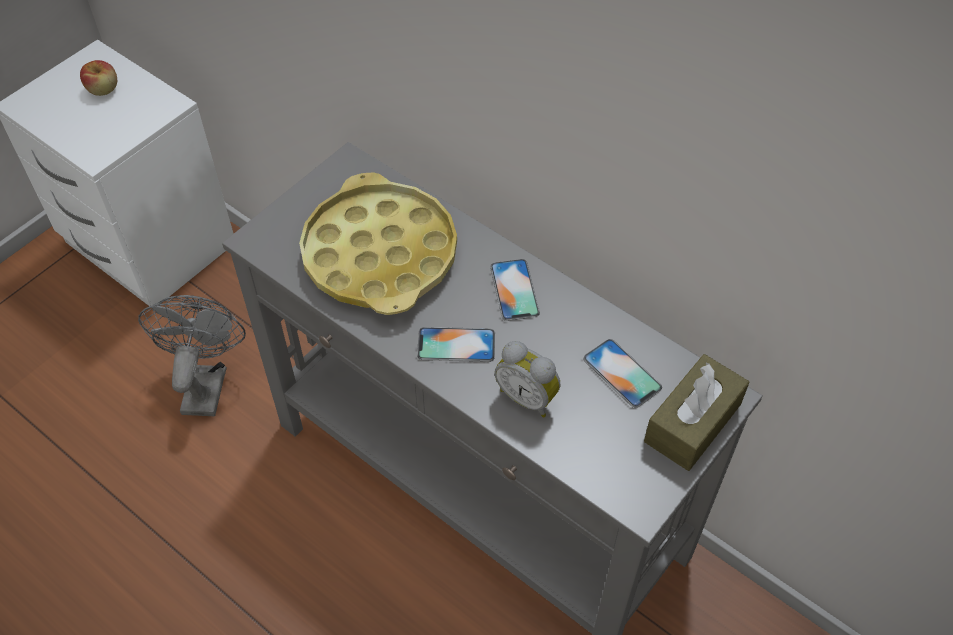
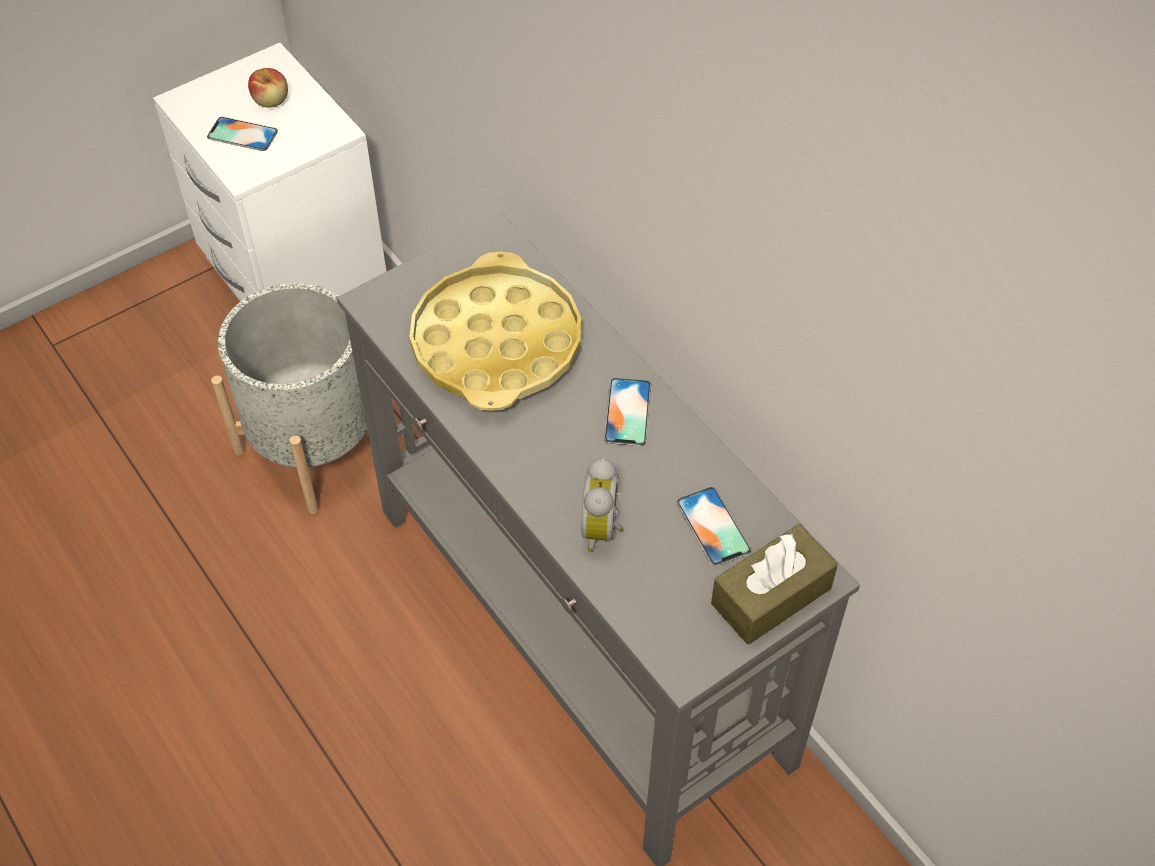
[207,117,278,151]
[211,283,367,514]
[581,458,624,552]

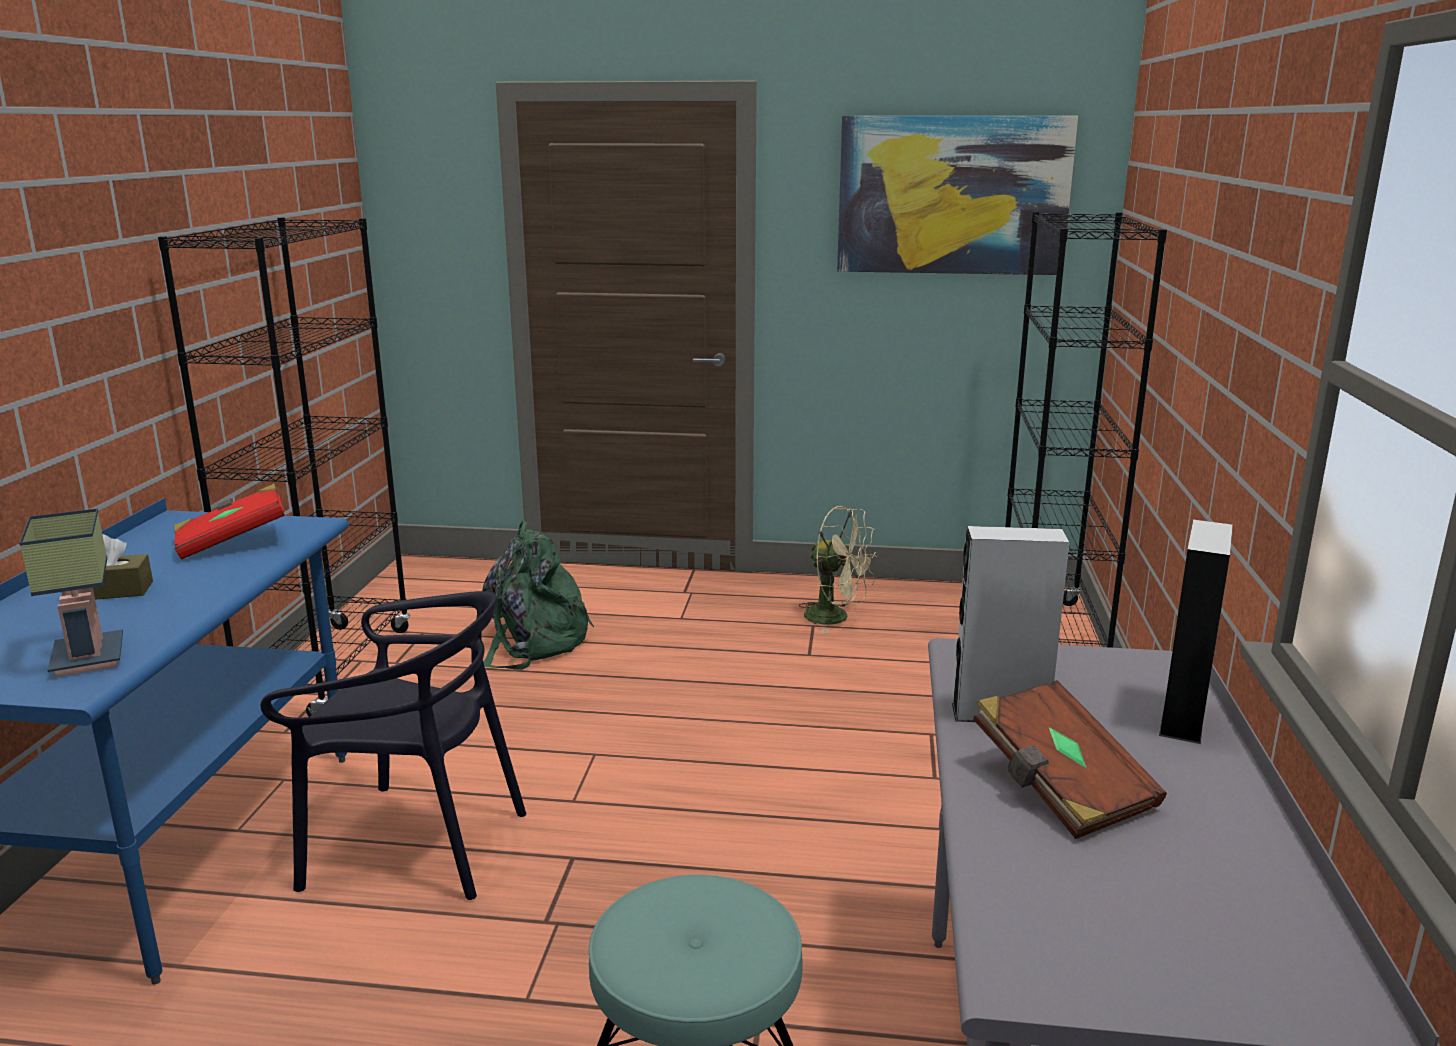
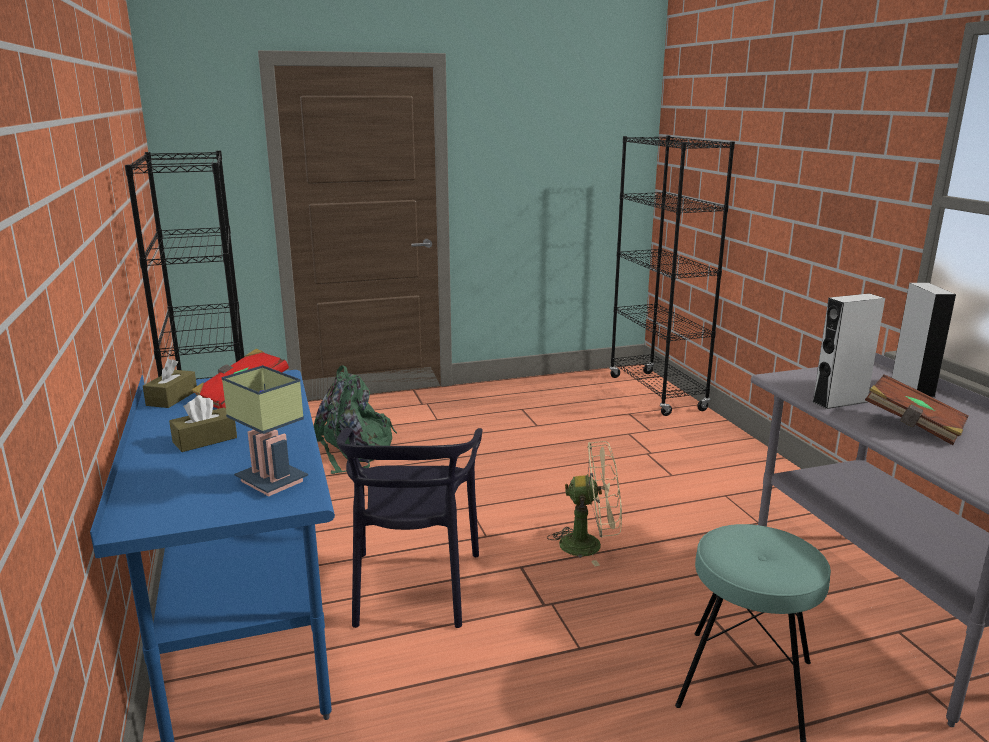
[143,359,197,408]
[337,428,482,628]
[547,441,622,567]
[837,116,1078,275] (first image)

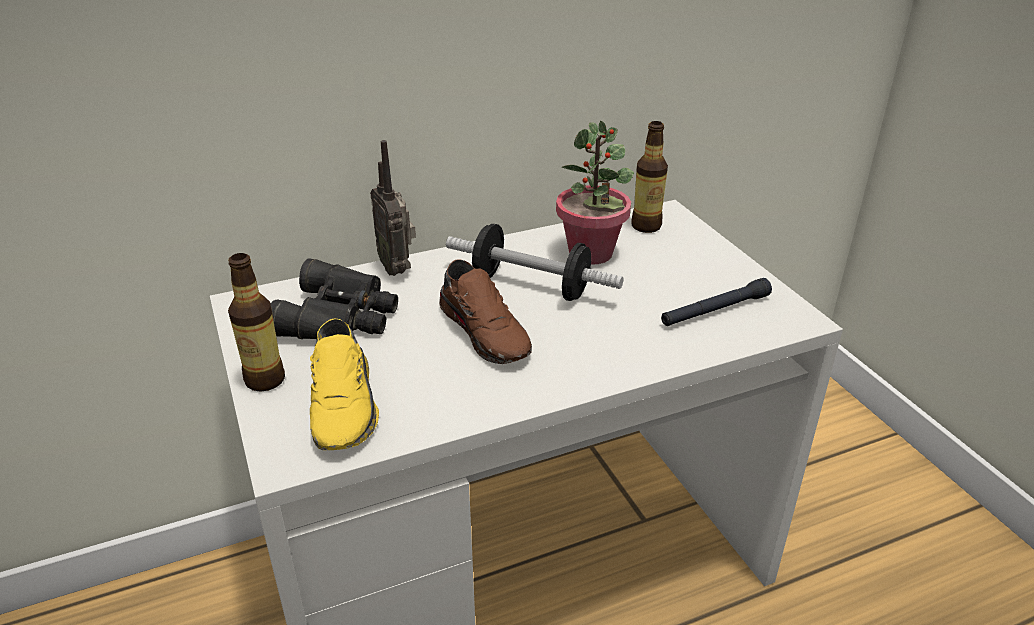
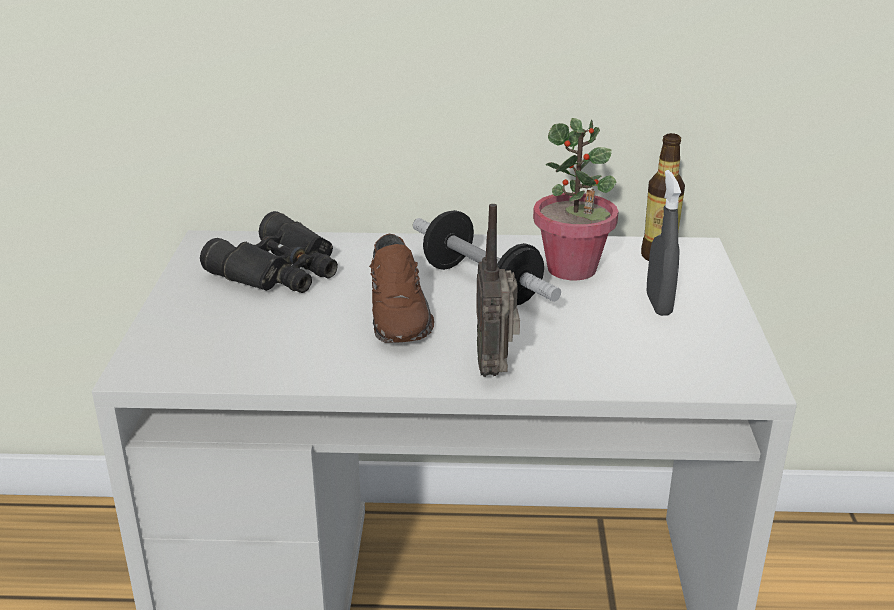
[476,204,520,377]
[647,170,681,316]
[228,253,285,392] (first image)
[310,318,379,450] (first image)
[661,278,772,326] (first image)

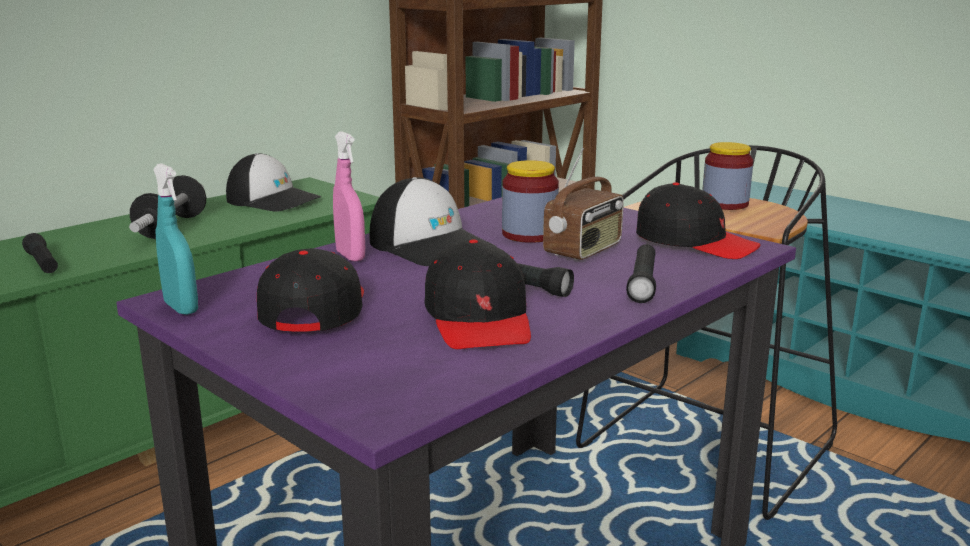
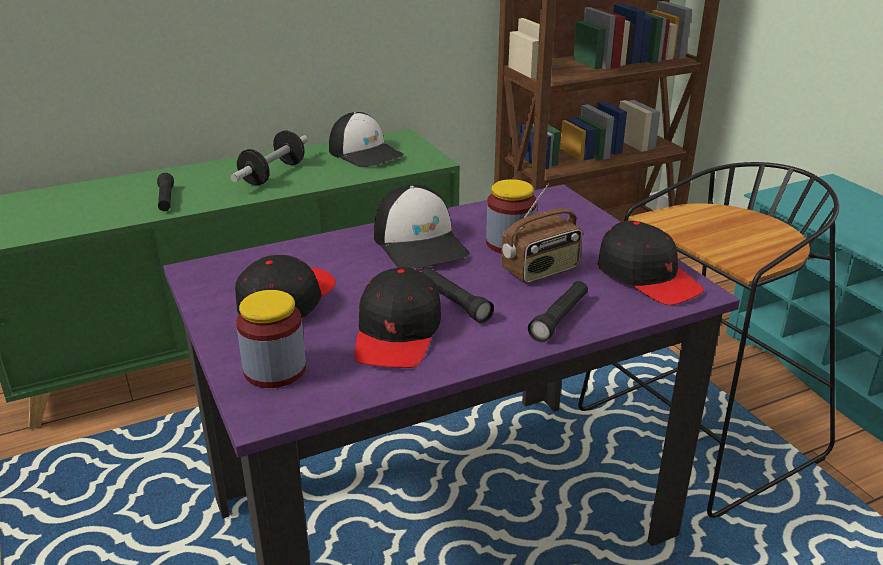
[236,290,306,388]
[153,163,198,315] (first image)
[333,131,365,261] (first image)

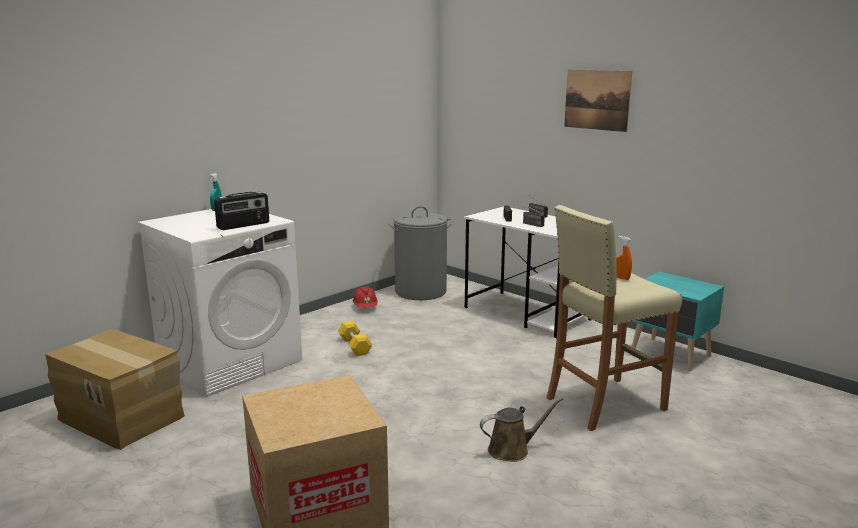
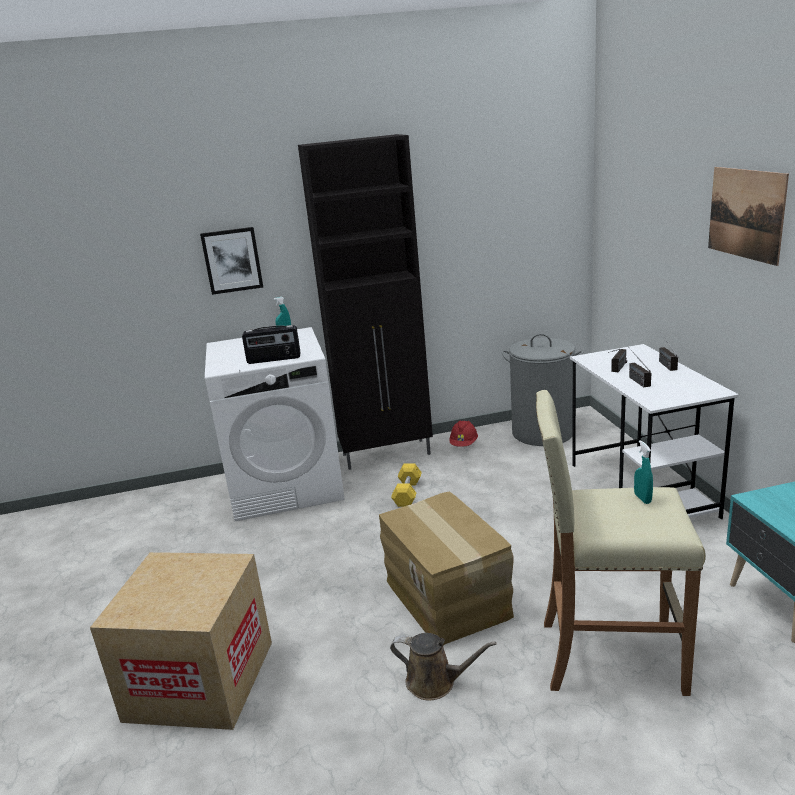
[200,227,263,295]
[298,134,433,470]
[379,491,514,645]
[634,440,653,504]

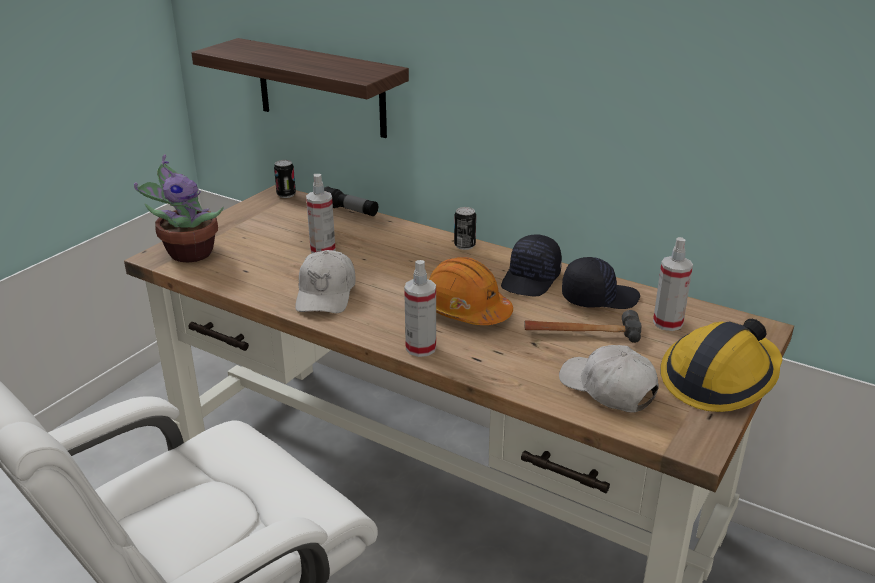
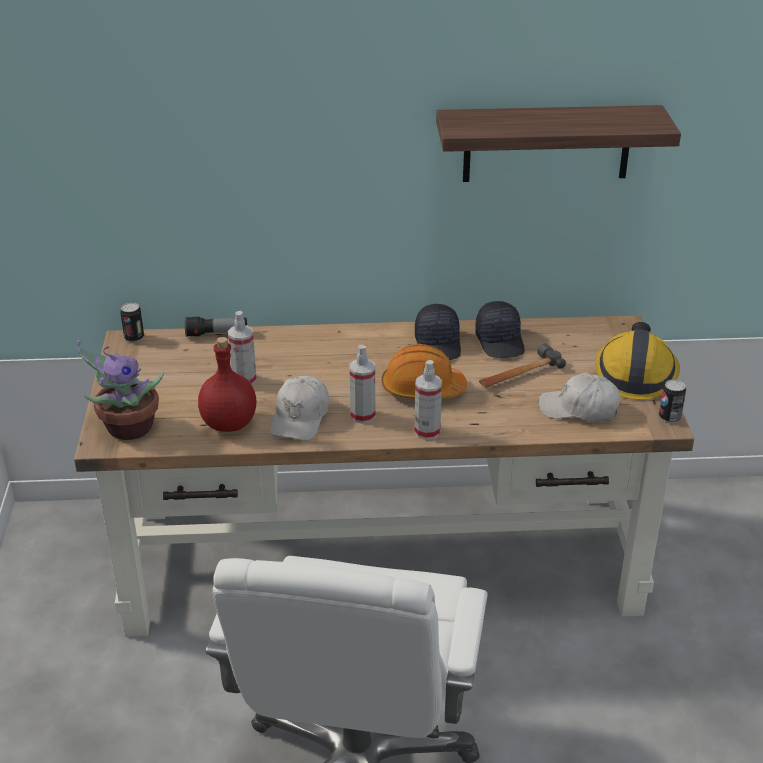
[198,337,256,432]
[269,376,329,441]
[349,345,375,424]
[436,105,681,182]
[475,301,524,358]
[659,380,686,423]

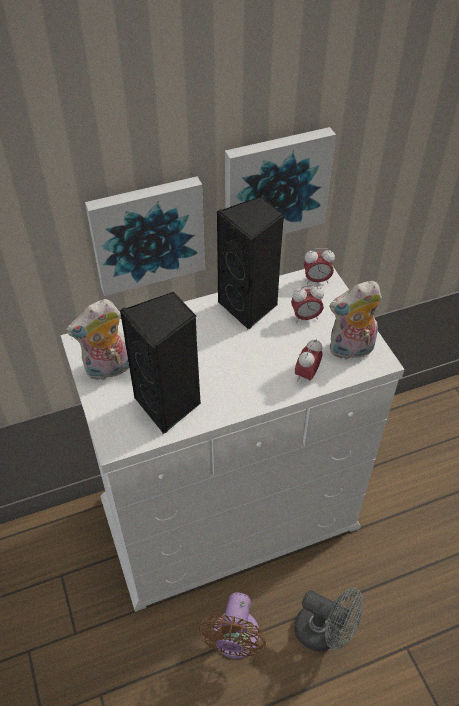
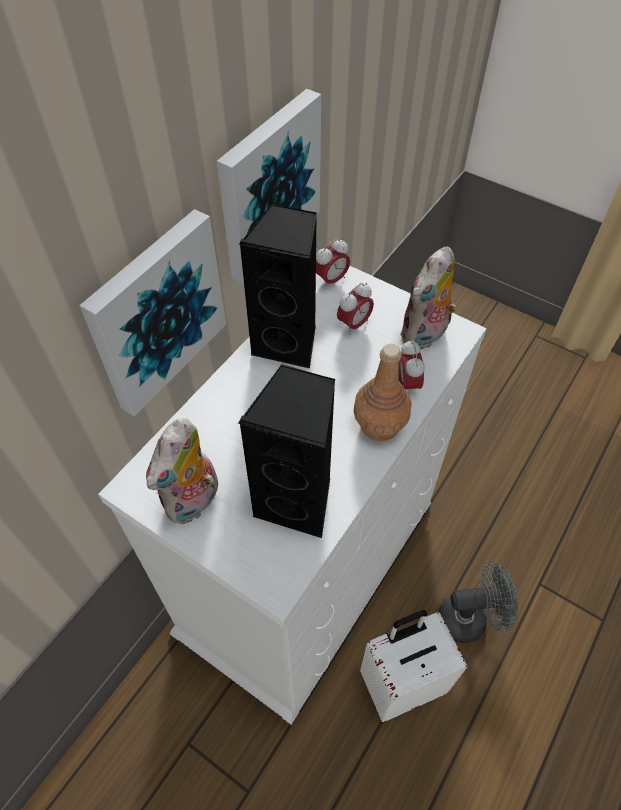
[354,344,412,441]
[360,610,468,722]

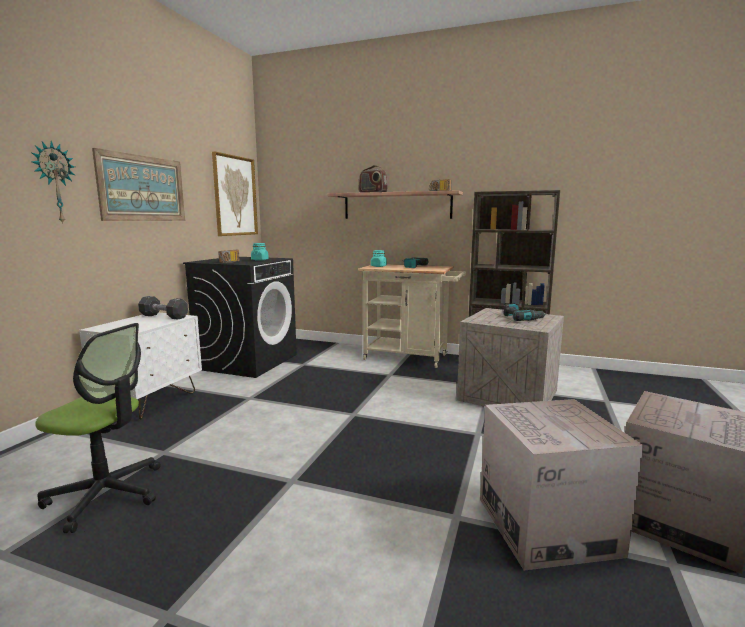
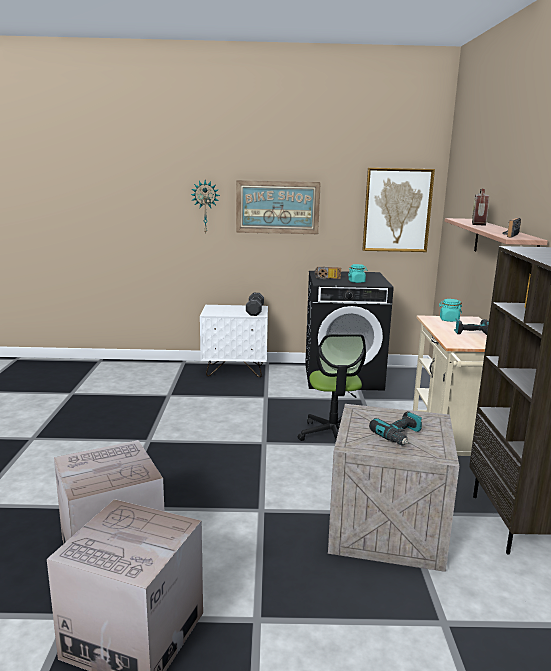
[297,334,366,441]

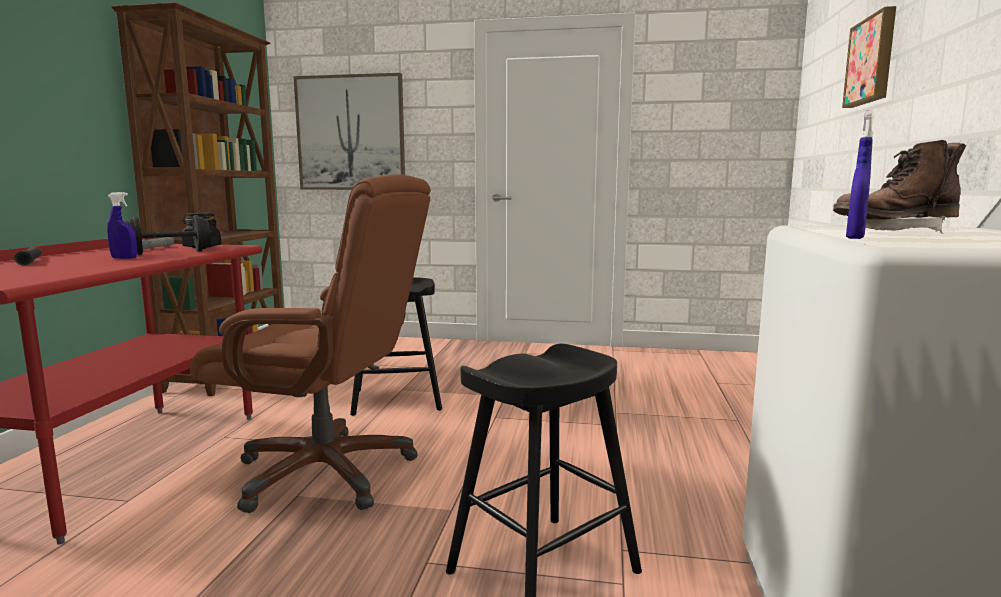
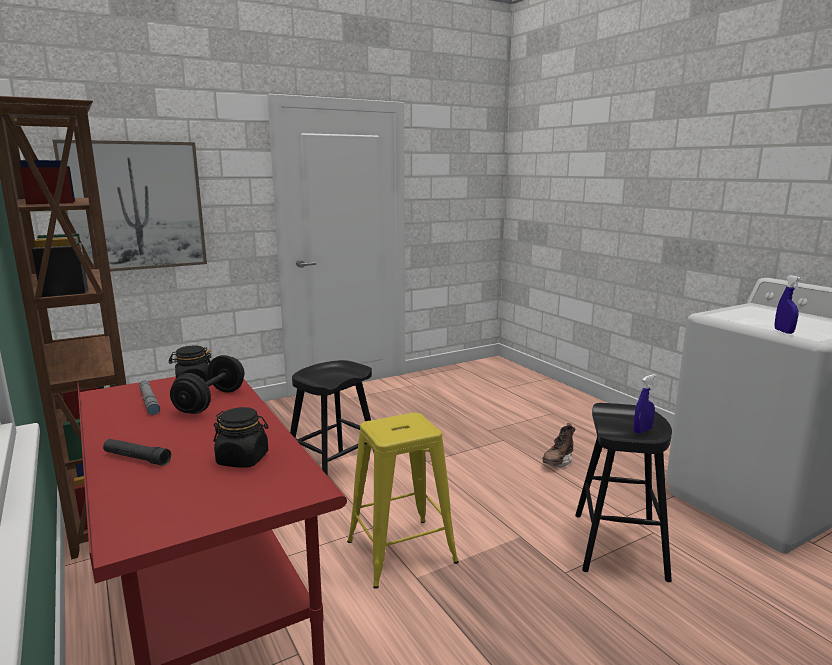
[214,407,268,468]
[347,413,459,589]
[542,423,575,467]
[634,374,656,434]
[842,6,896,108] (first image)

